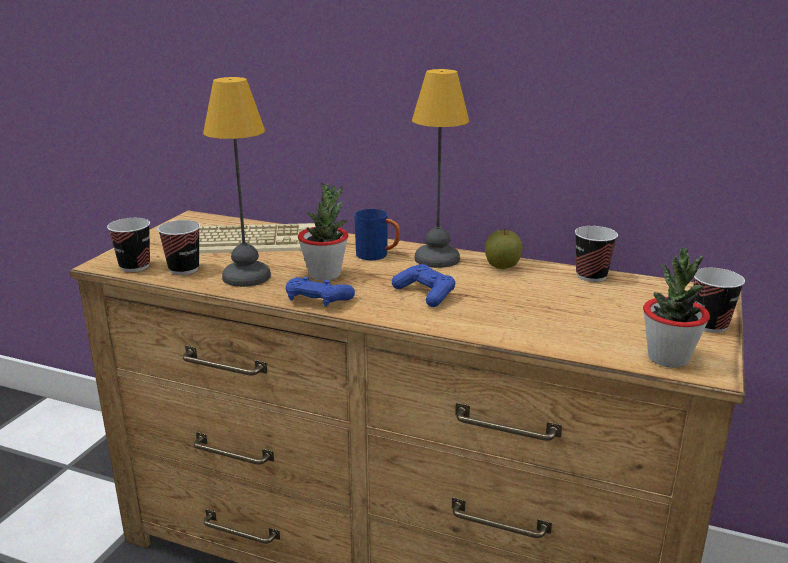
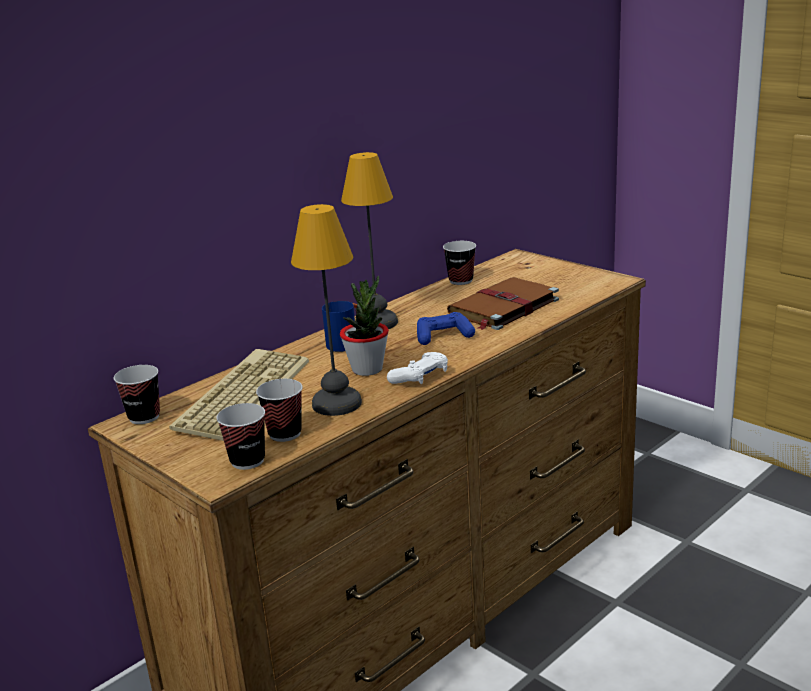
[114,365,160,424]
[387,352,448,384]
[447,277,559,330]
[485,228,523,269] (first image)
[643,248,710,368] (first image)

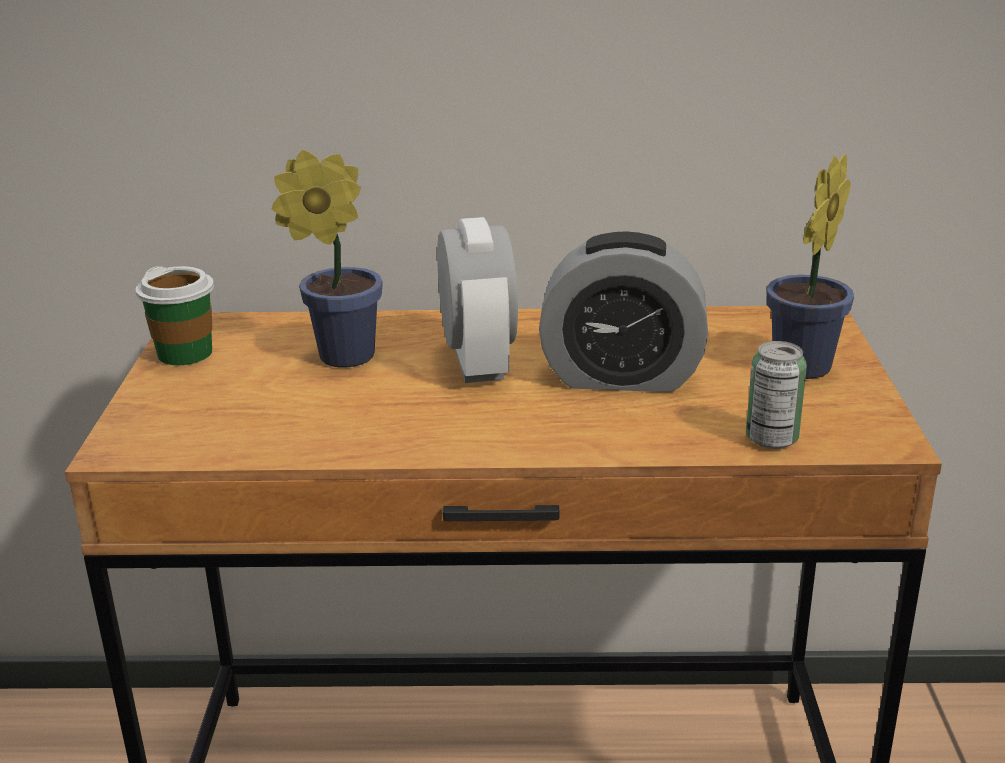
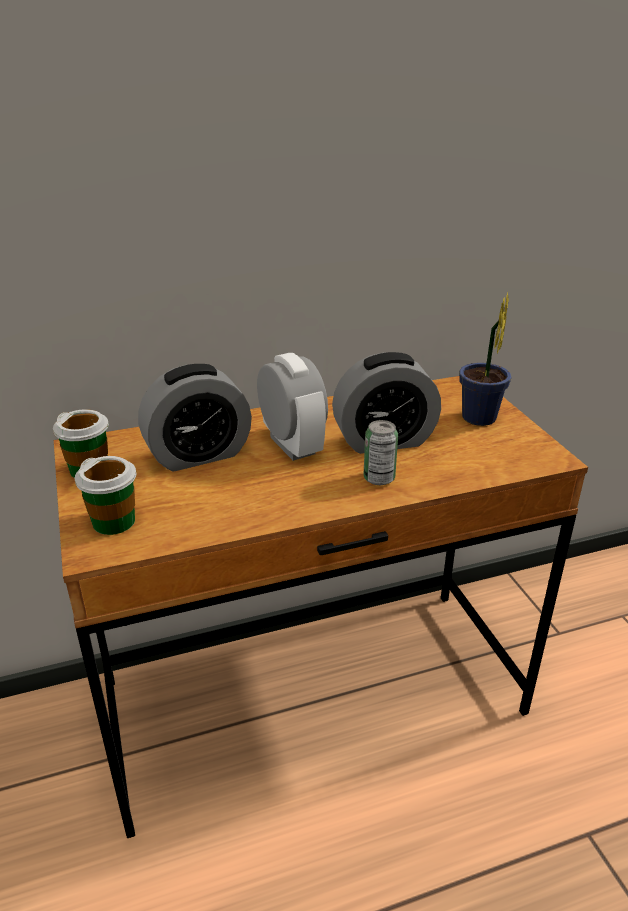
[75,456,137,535]
[138,364,252,472]
[363,420,398,485]

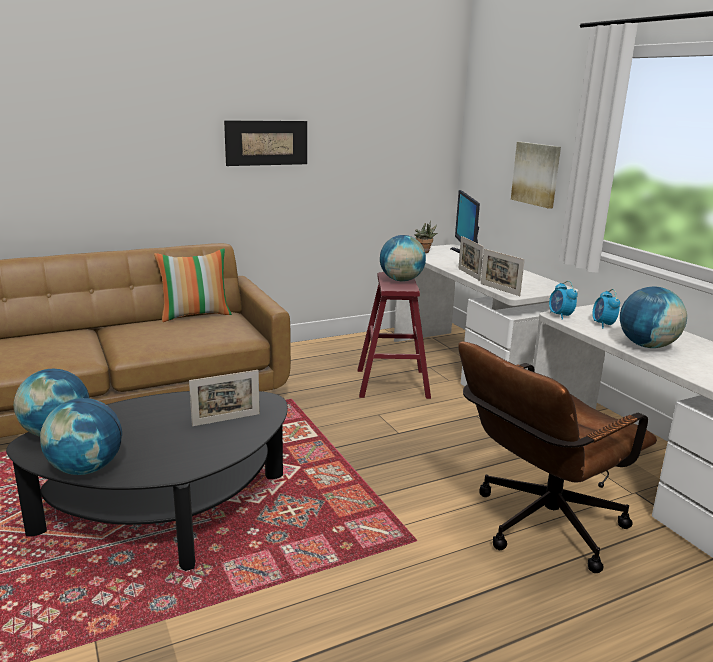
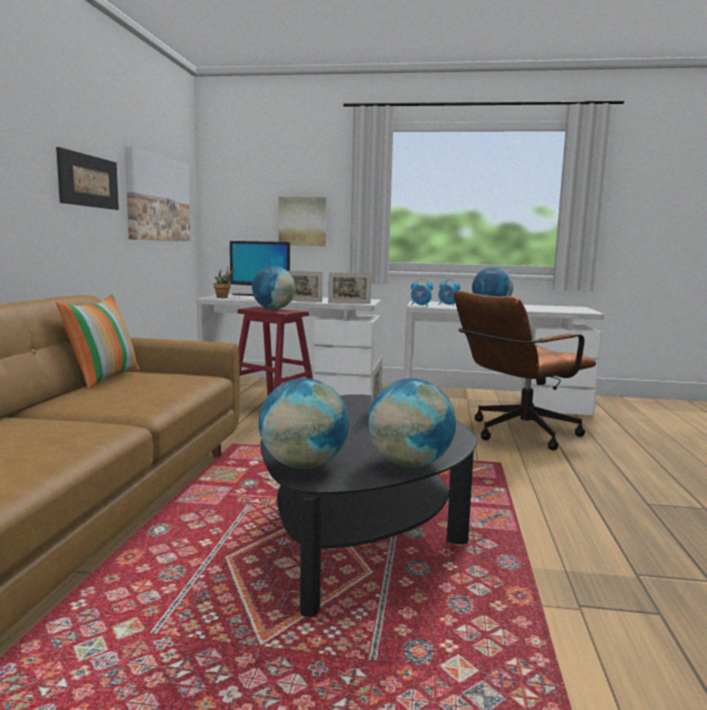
[125,146,190,241]
[454,291,596,450]

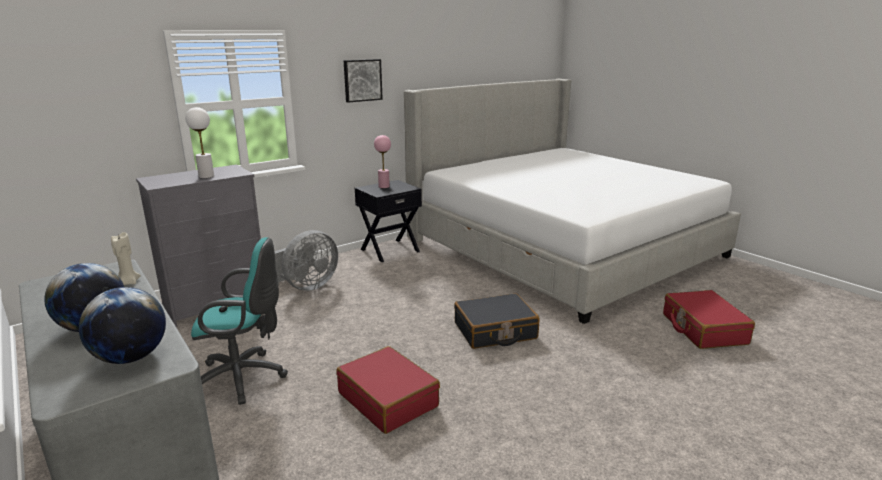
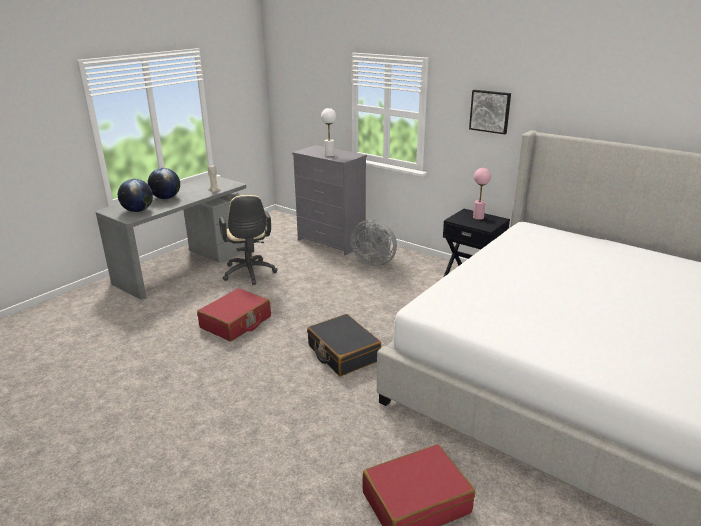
[219,195,278,285]

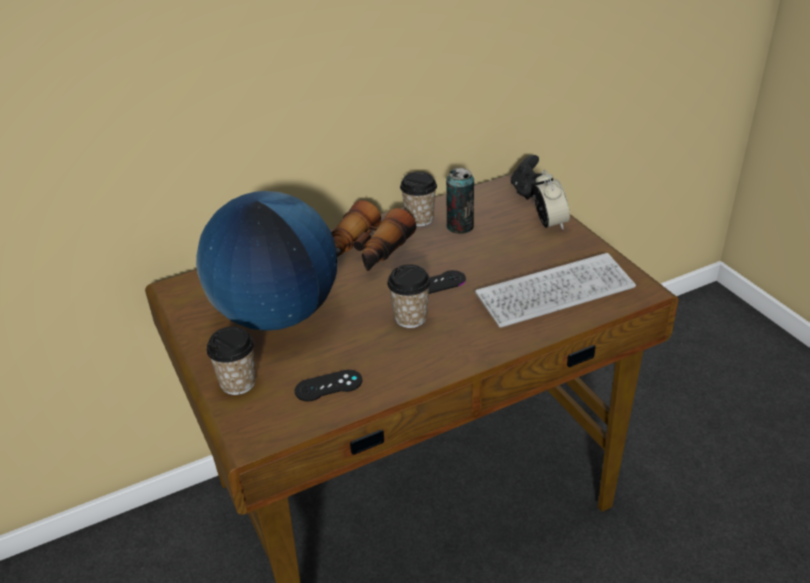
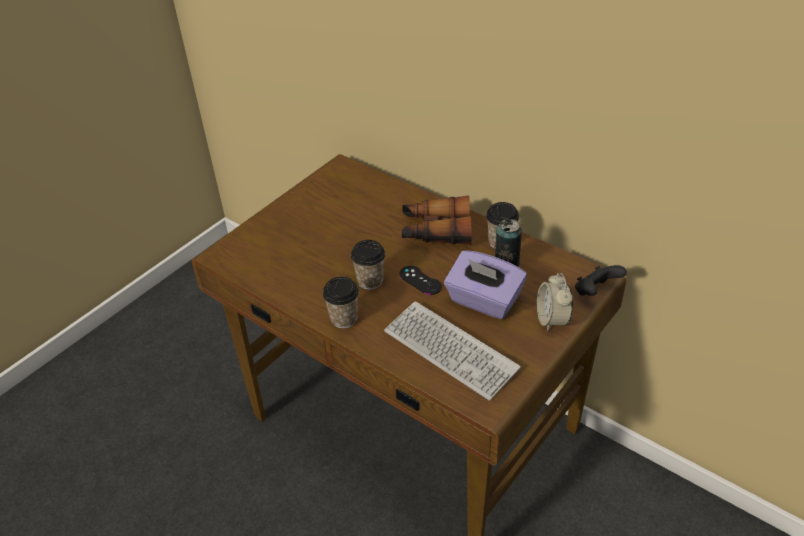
[323,276,359,328]
[444,250,527,319]
[537,273,573,331]
[196,191,337,331] (first image)
[294,370,362,401] (first image)

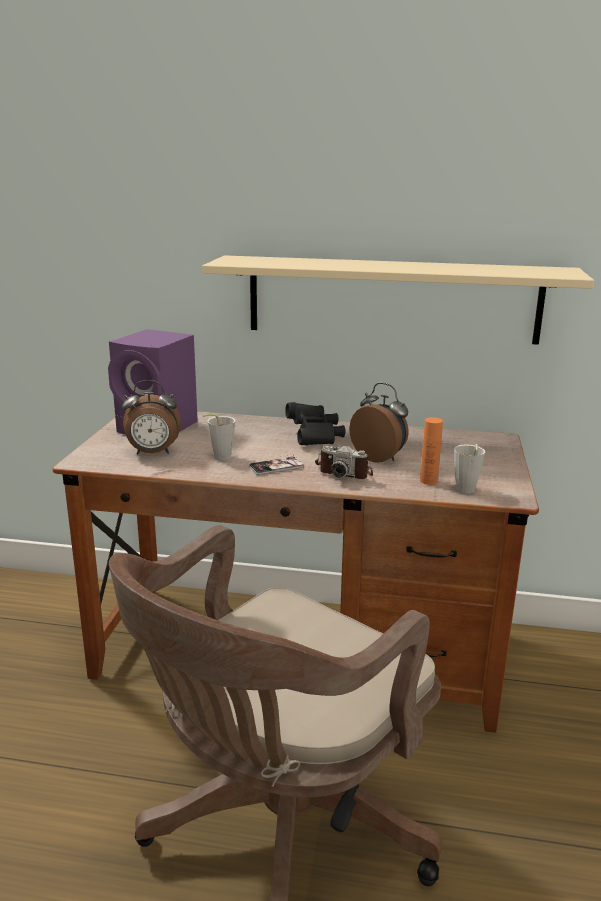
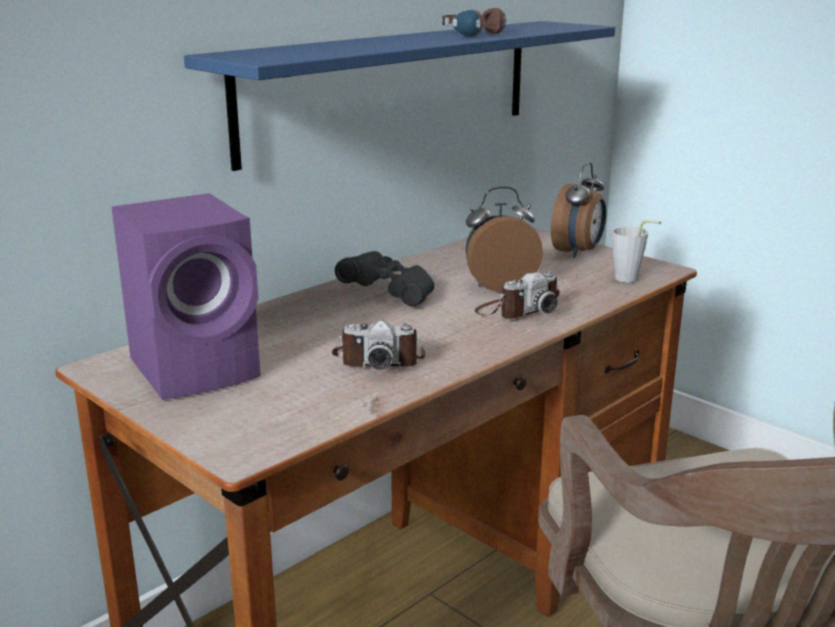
[184,21,615,171]
[332,320,425,370]
[441,8,506,36]
[551,162,606,258]
[249,455,304,475] (first image)
[420,417,443,485] (first image)

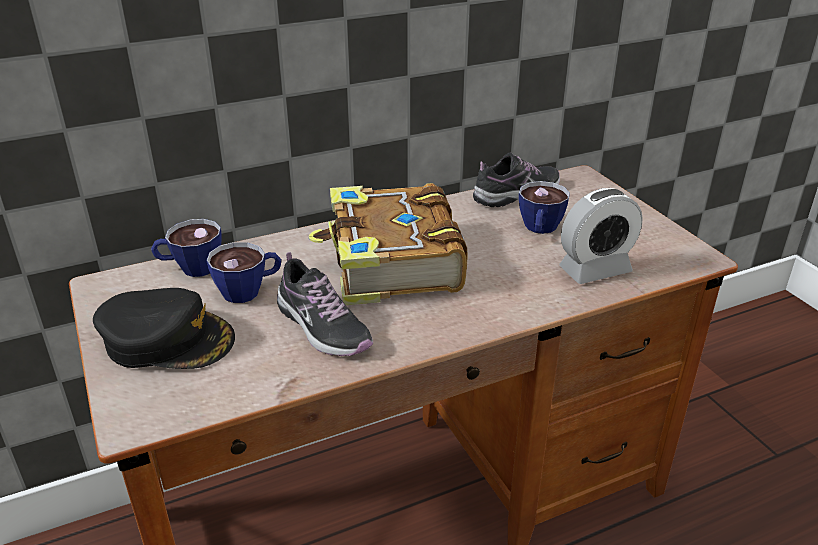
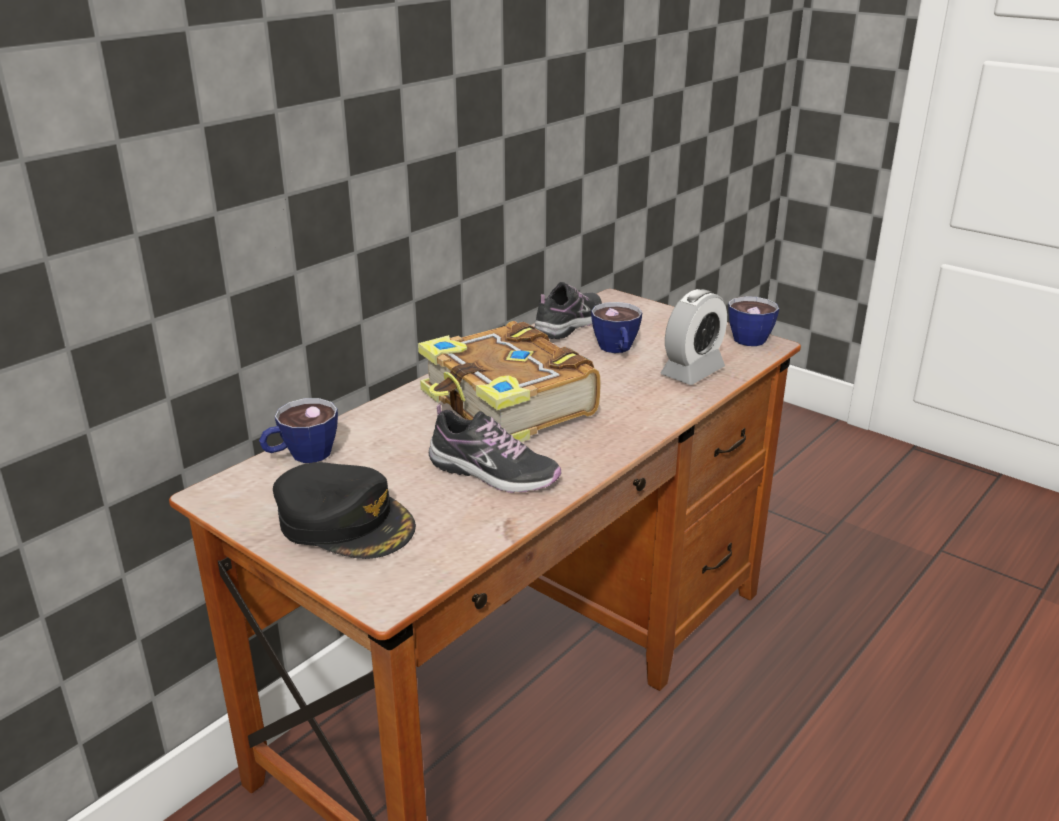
[273,462,416,559]
[728,296,779,346]

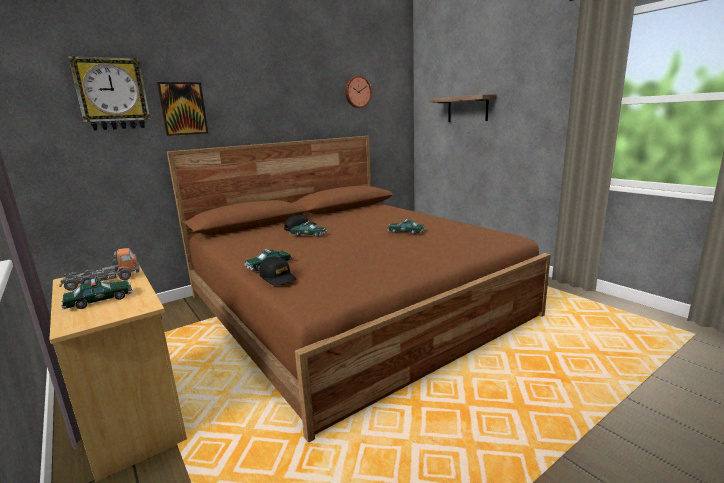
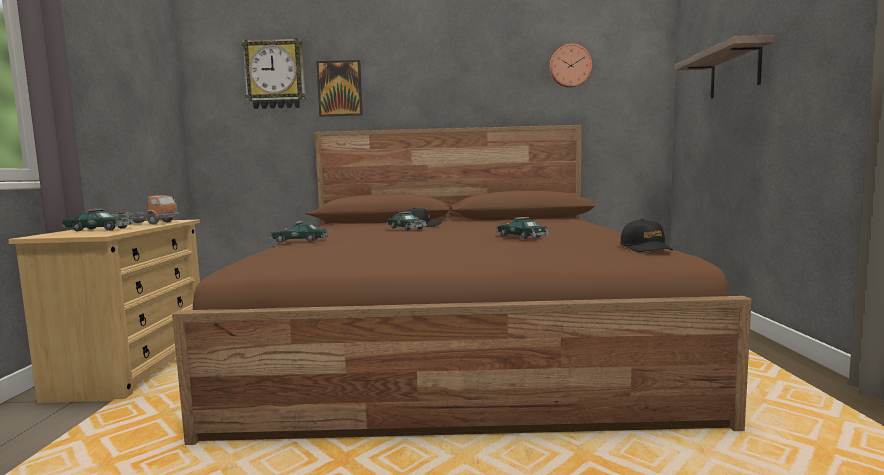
[620,219,673,252]

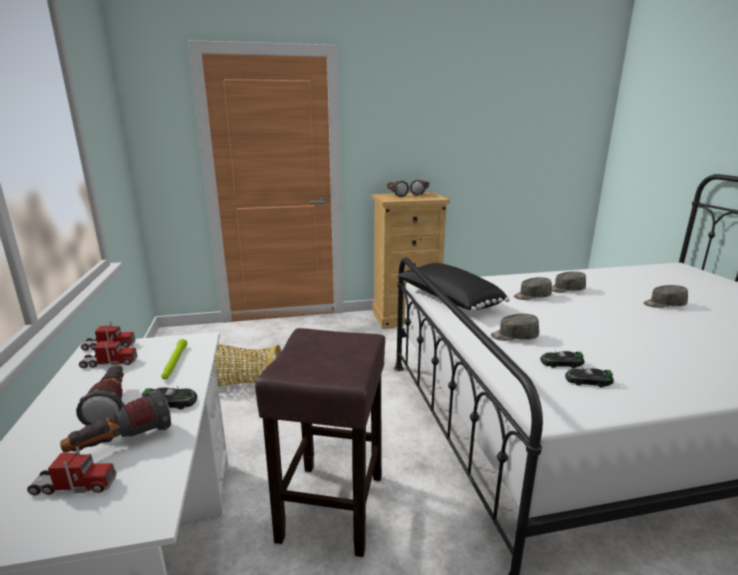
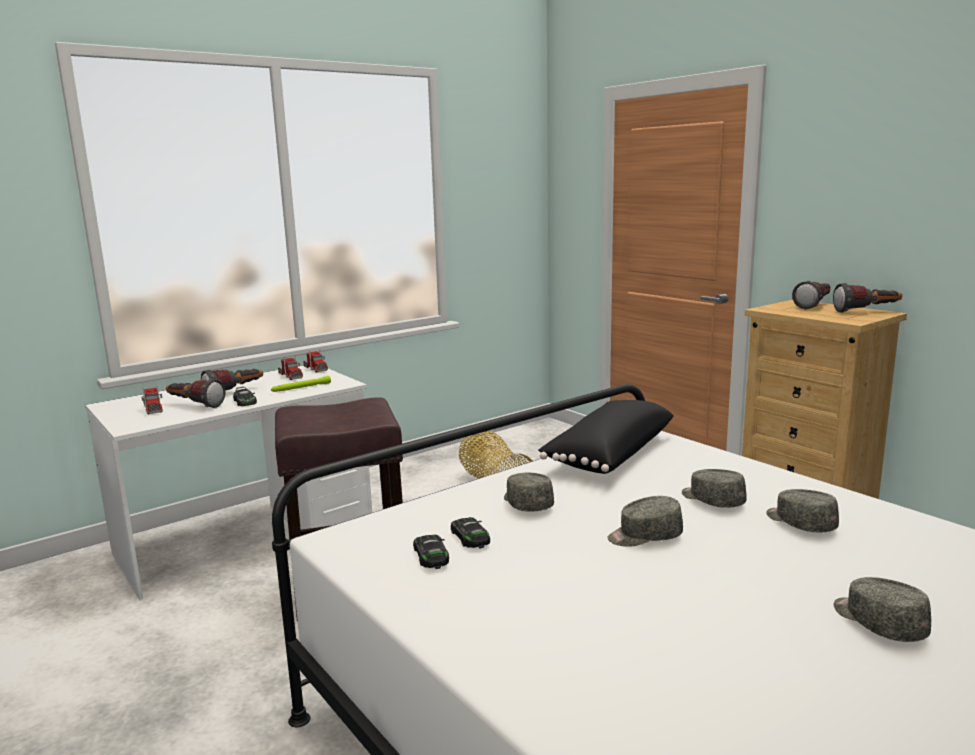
[607,496,683,547]

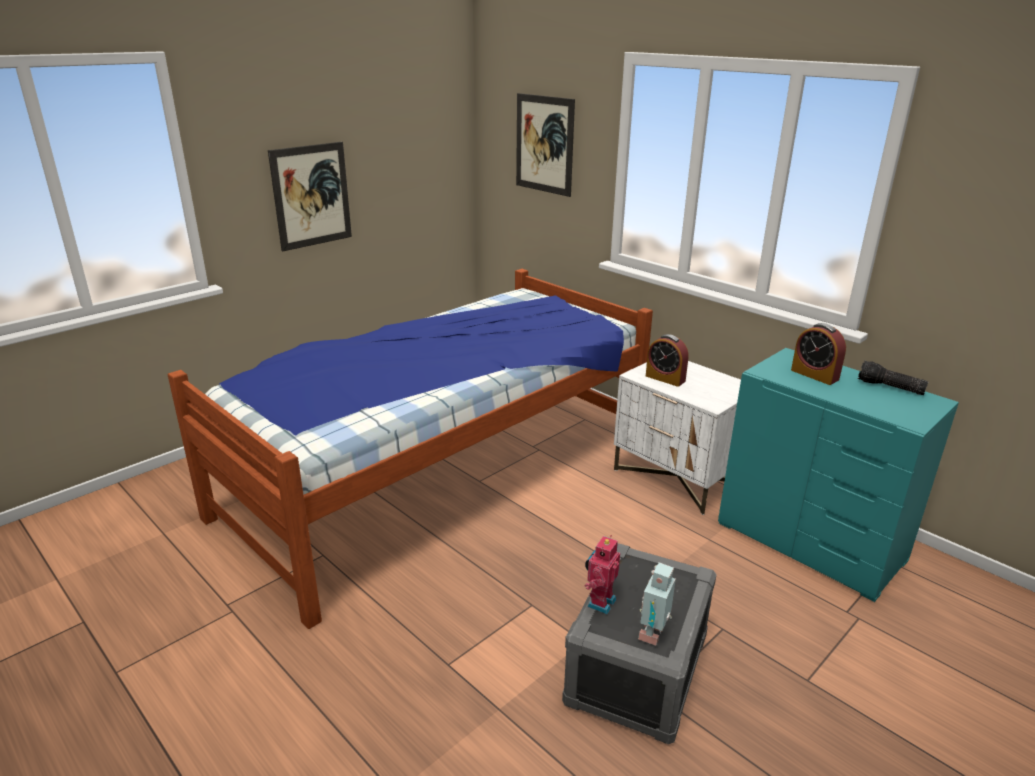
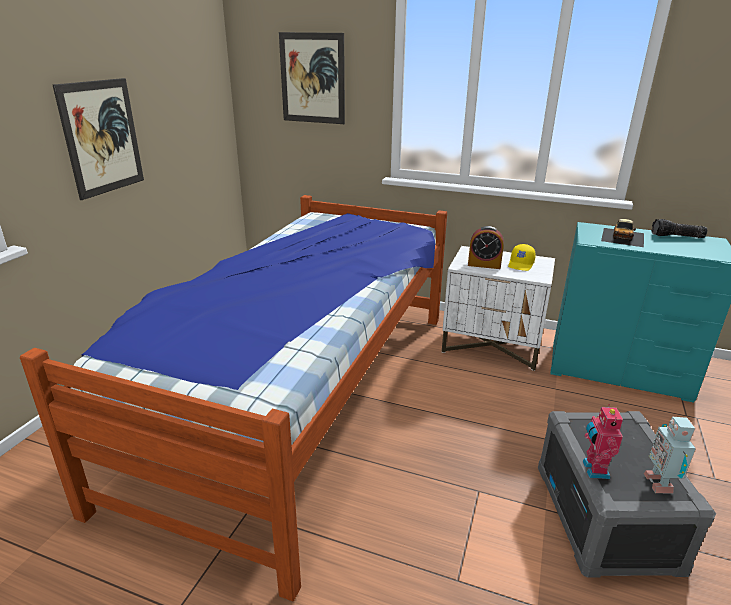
[508,244,536,271]
[601,219,644,247]

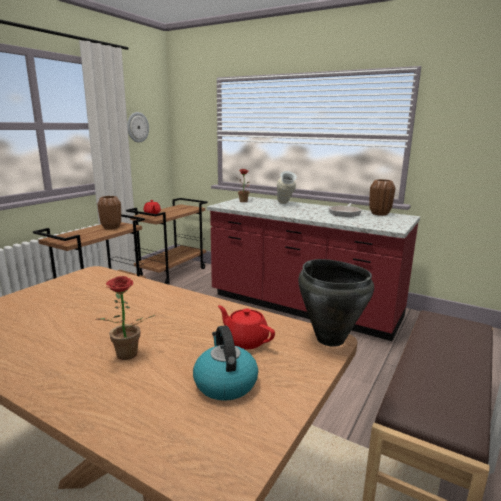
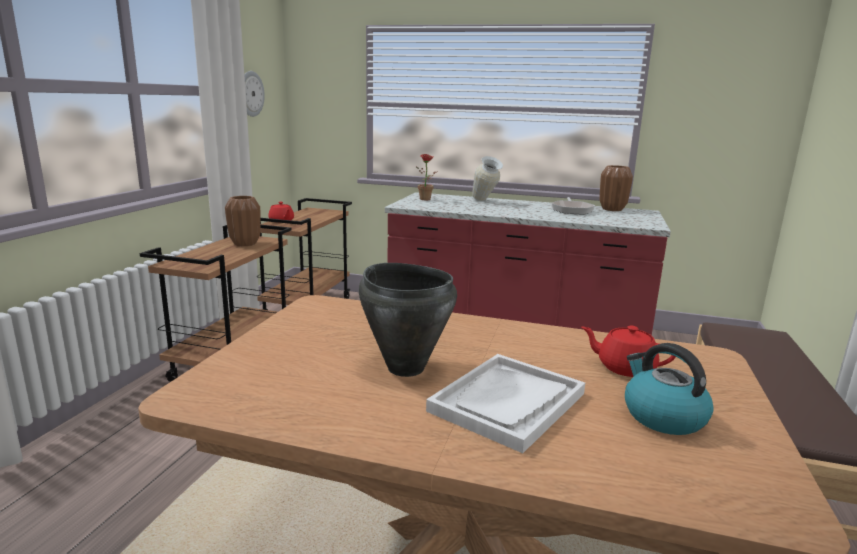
[359,263,457,377]
[426,354,585,453]

